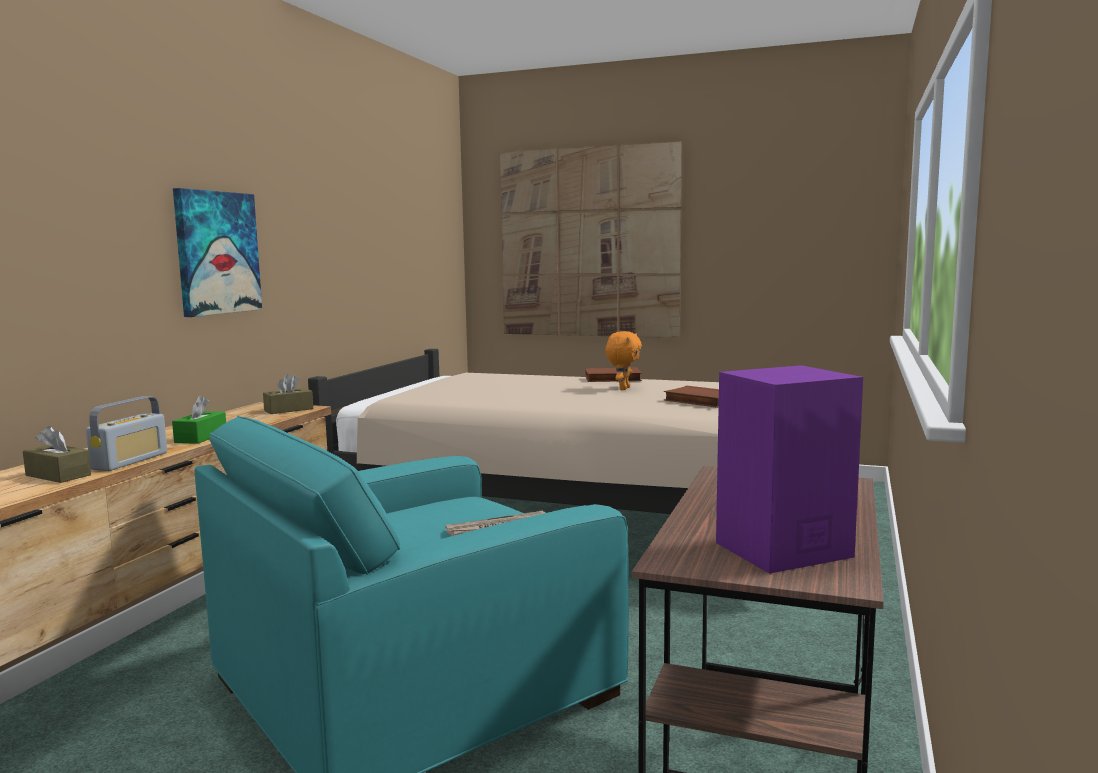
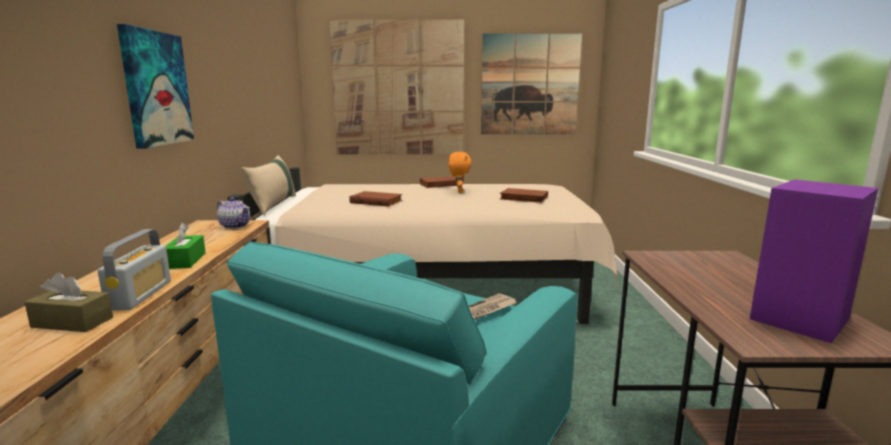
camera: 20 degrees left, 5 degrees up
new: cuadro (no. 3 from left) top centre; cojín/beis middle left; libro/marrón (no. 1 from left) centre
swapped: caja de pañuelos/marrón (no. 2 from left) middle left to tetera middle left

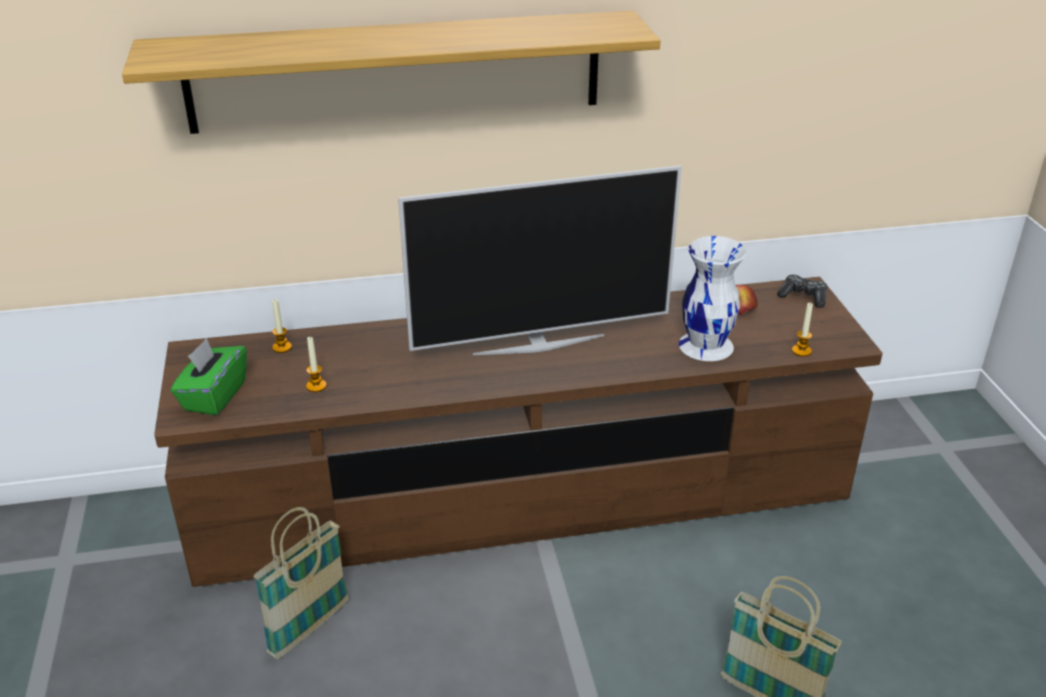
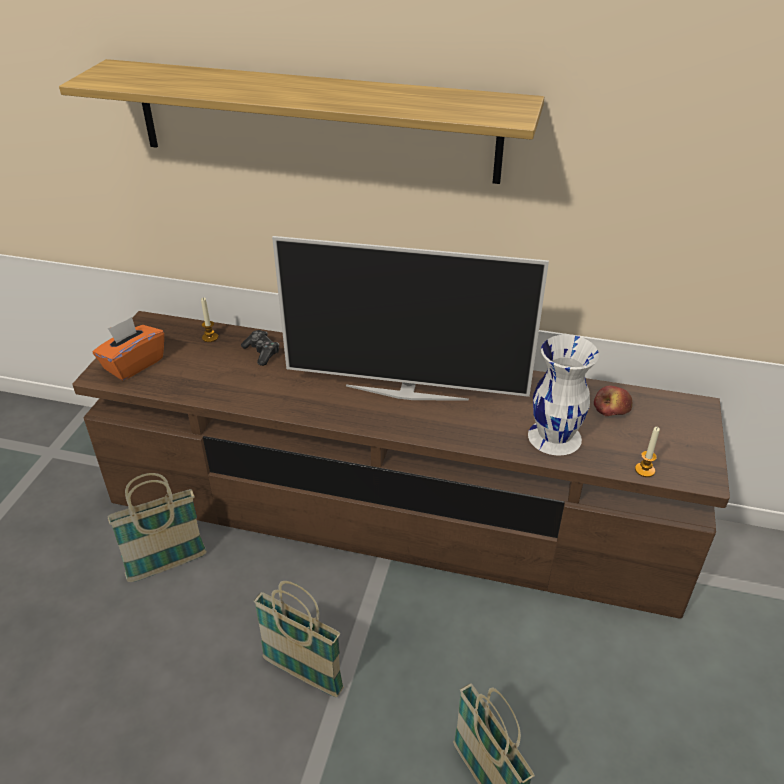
camera: 25 degrees right, 5 degrees up
gone: vela (no. 2 from left) middle left
new: cesta (no. 2 from left) bottom centre
shifted: mando de consola middle right to middle left
repainted: caja de pañuelos/verde middle left to caja de pañuelos/naranja middle left

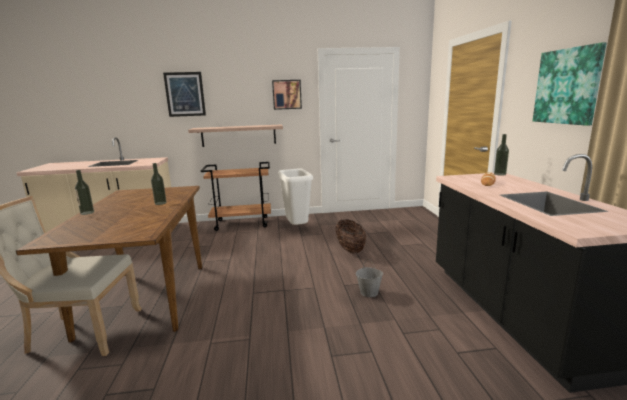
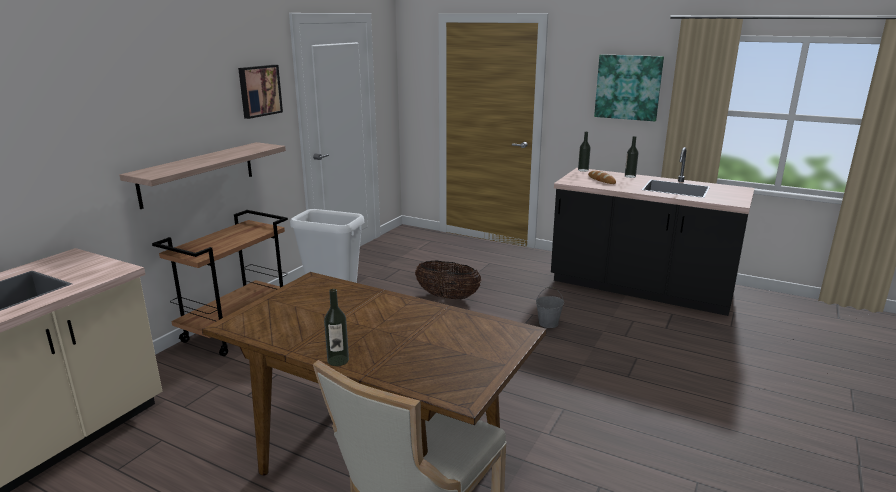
camera: 55 degrees left, 5 degrees up
gone: cuadro (no. 1 from left) top left
shifted: botella (no. 2 from left in the first image) middle left to botella (no. 3 from left) top right

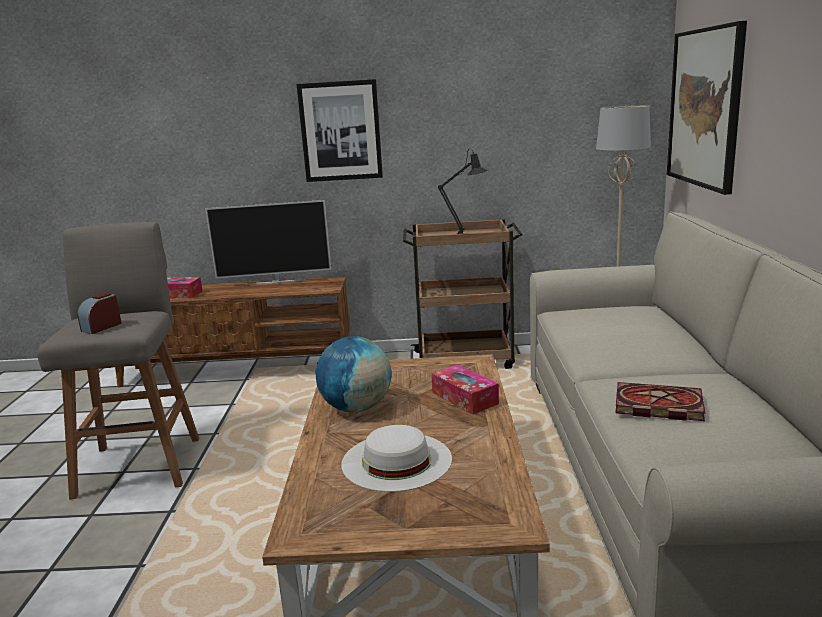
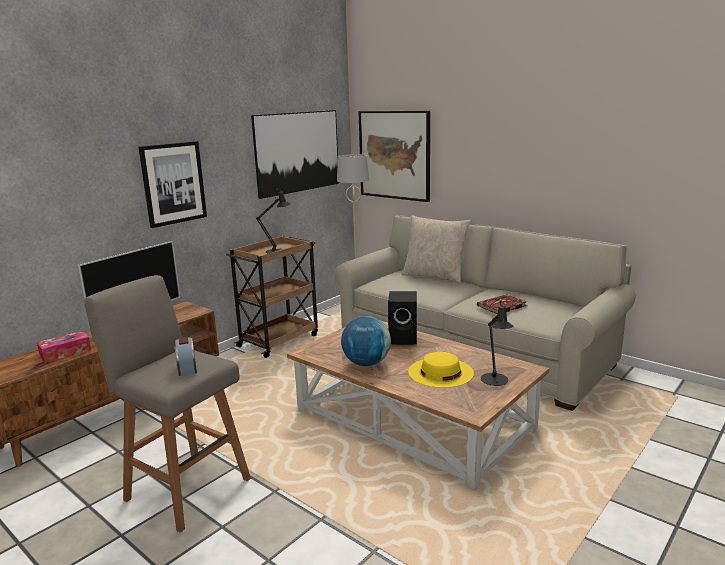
camera: 50 degrees left, 0 degrees up
new: cuadro (no. 2 from left) top centre; cojín/beis centre; lámpara de mesa/negro (no. 2 from left) middle right
swapped: caja de pañuelos (no. 2 from left) centre to altavoz/negro centre
repainted: sombrero/blanco bottom centre to sombrero/amarillo centre

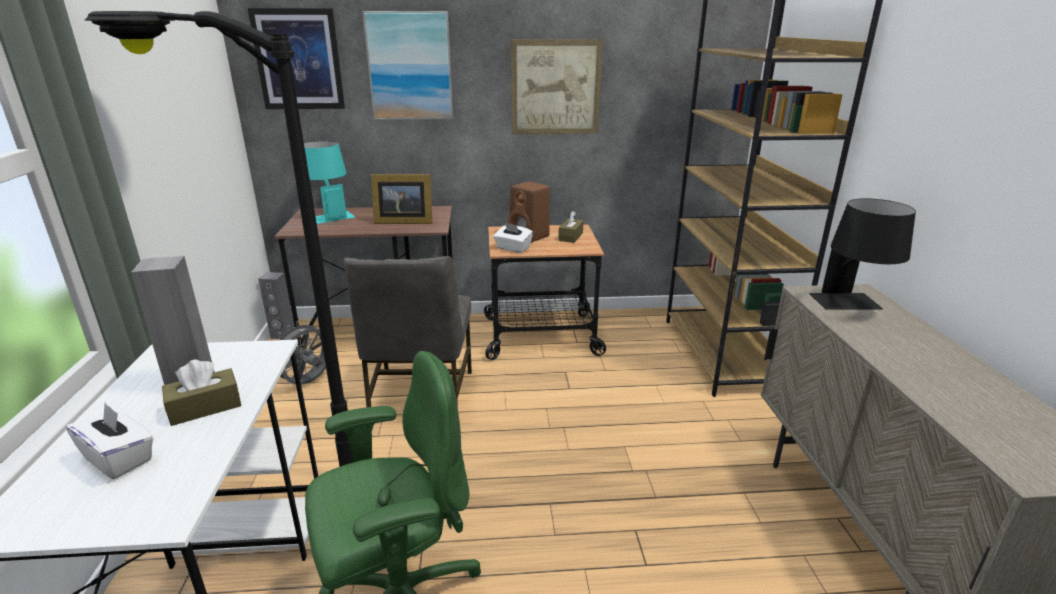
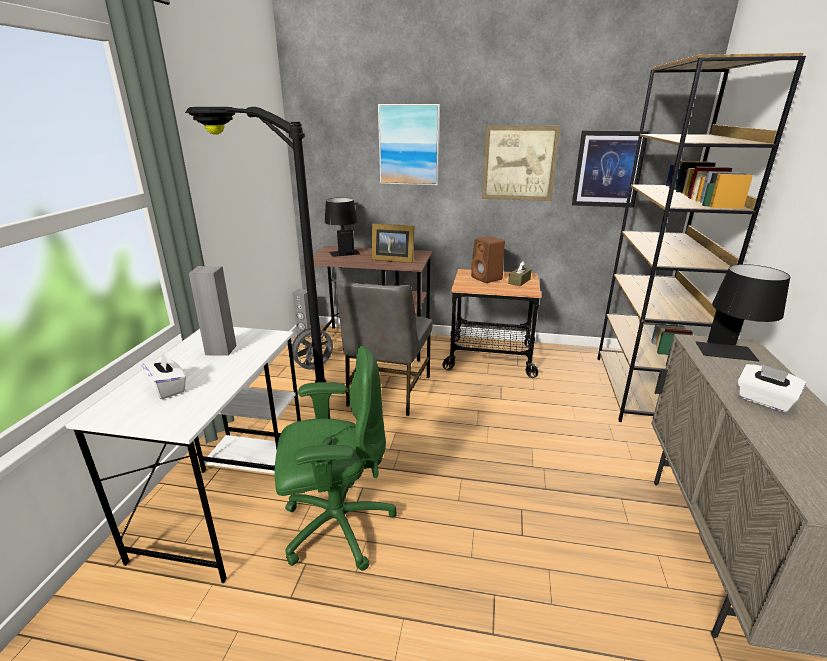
camera: 15 degrees right, 0 degrees up
gone: caja de pañuelos/marrón (no. 1 from left) middle left
shifted: cuadro (no. 1 from left in the first image) top left to cuadro (no. 3 from left) top right; caja de pañuelos/blanco (no. 2 from left) centre to middle right
repainted: lámpara de mesa/turquesa top left to lámpara de mesa/negro (no. 1 from left) centre

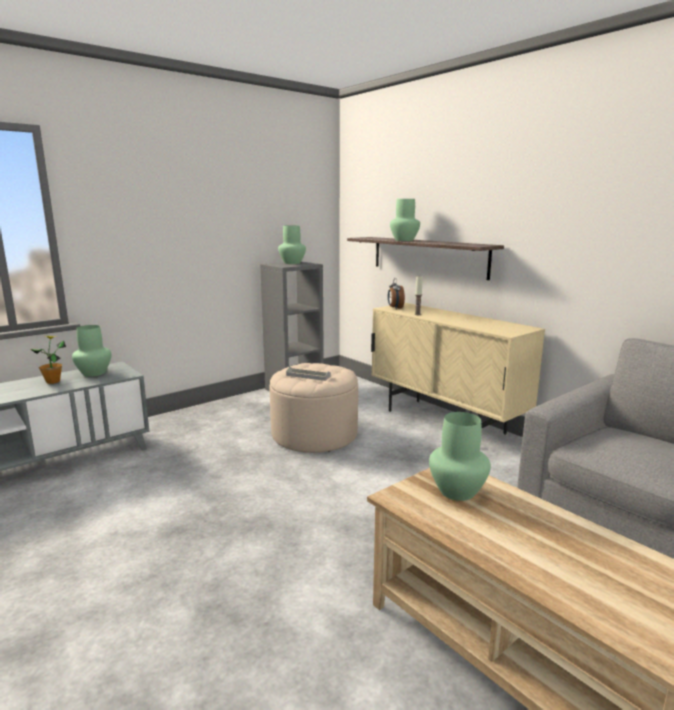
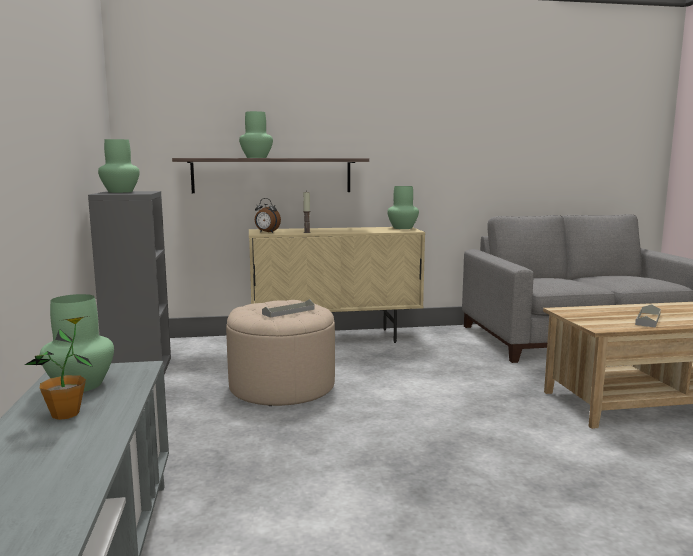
camera: 60 degrees left, 5 degrees down
new: bandeja/gris (no. 2 from left) middle right
shifted: florero/verde (no. 4 from left) middle right to centre

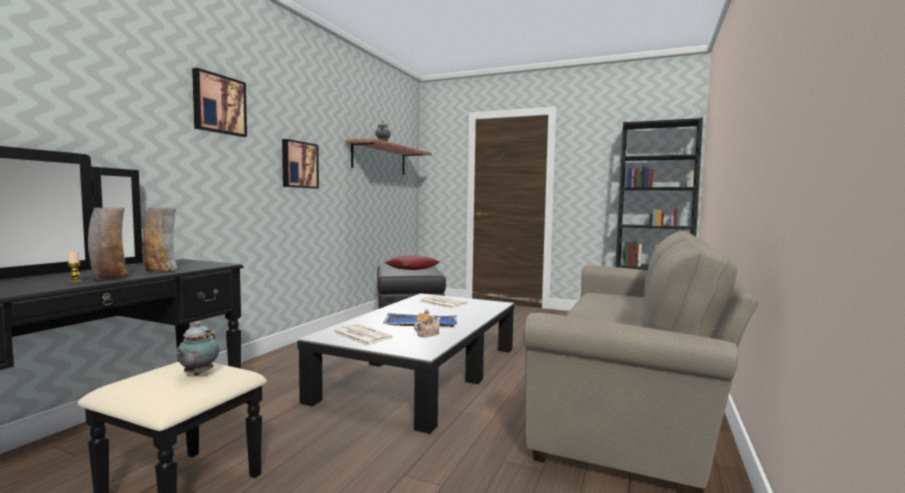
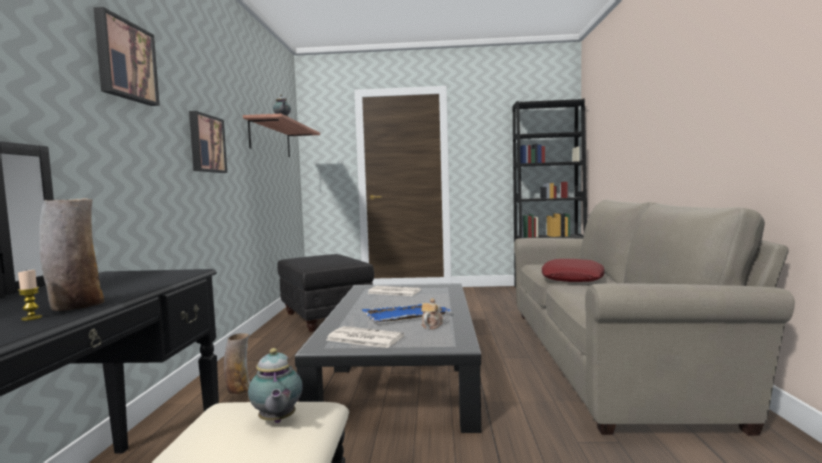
camera: 20 degrees left, 0 degrees up
shifted: florero (no. 2 from left) middle left to bottom left; cojín/rojo centre to middle right

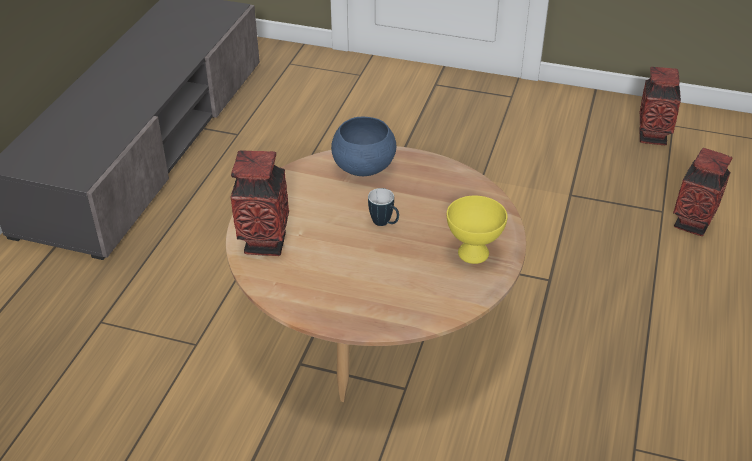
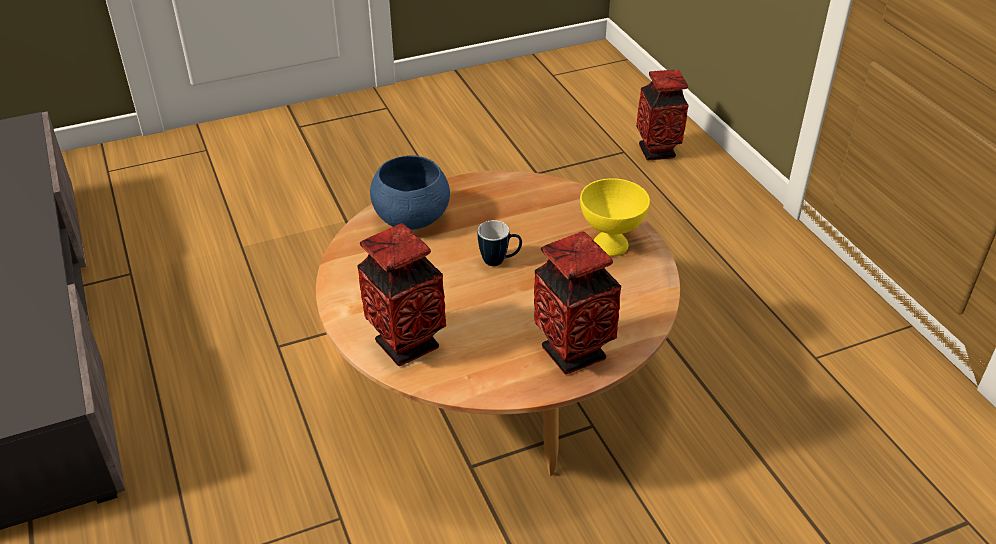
camera: 40 degrees left, 0 degrees up
shifted: florero (no. 2 from left) top right to centre

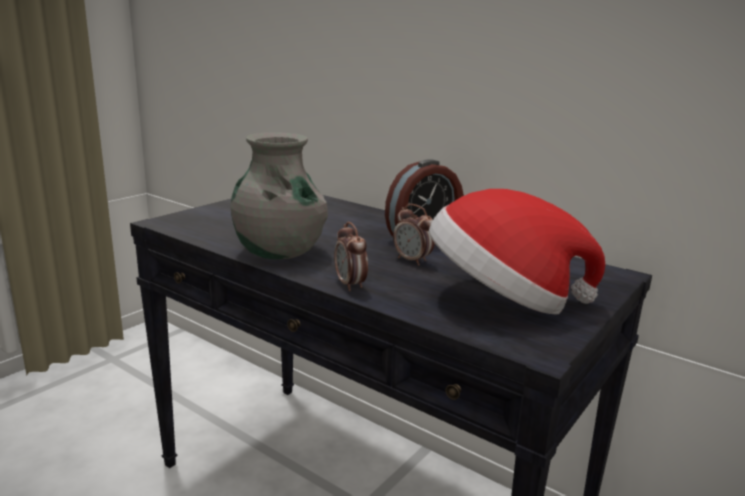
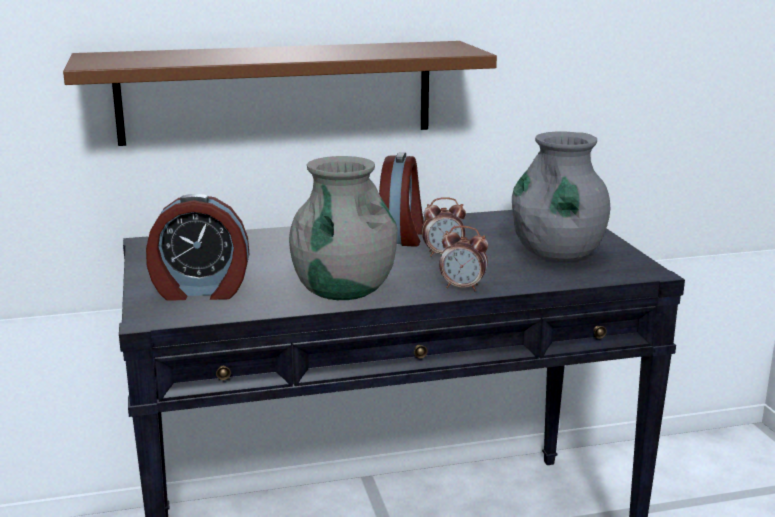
camera: 50 degrees left, 0 degrees up
new: estante/marrón top centre; despertador (no. 1 from left) middle left
swapped: sombrero middle right to florero/gris (no. 2 from left) middle right

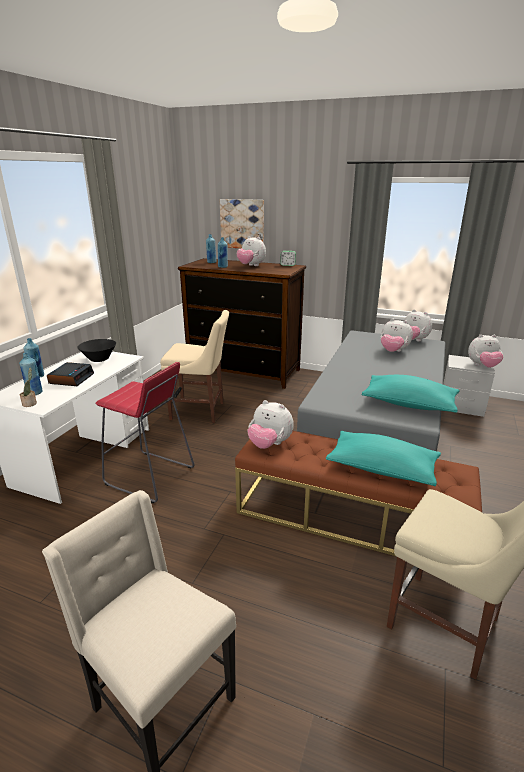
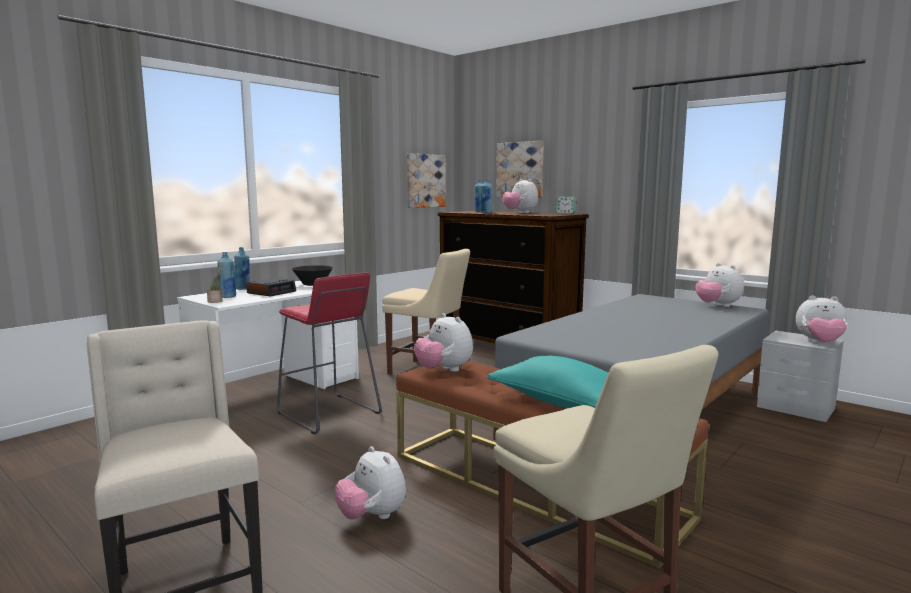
camera: 20 degrees right, 15 degrees down
gone: cojín/turquesa (no. 2 from left) middle right
new: cuadro (no. 1 from left) top centre
shifted: peluche (no. 3 from left in the first image) middle right to peluche (no. 1 from left) bottom centre

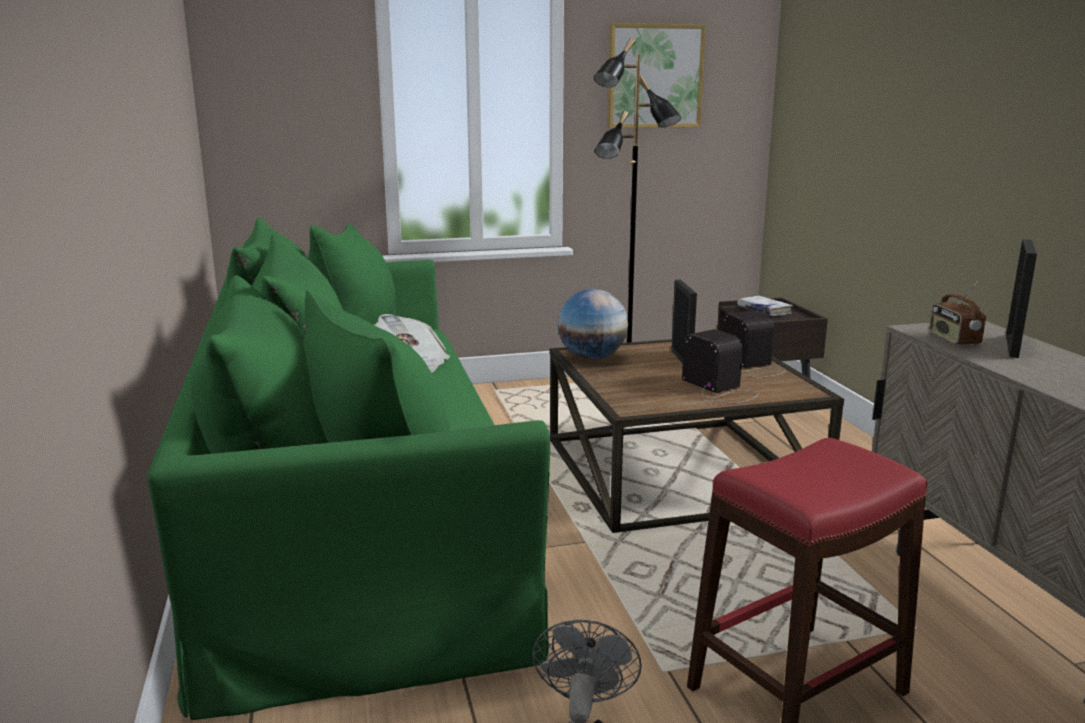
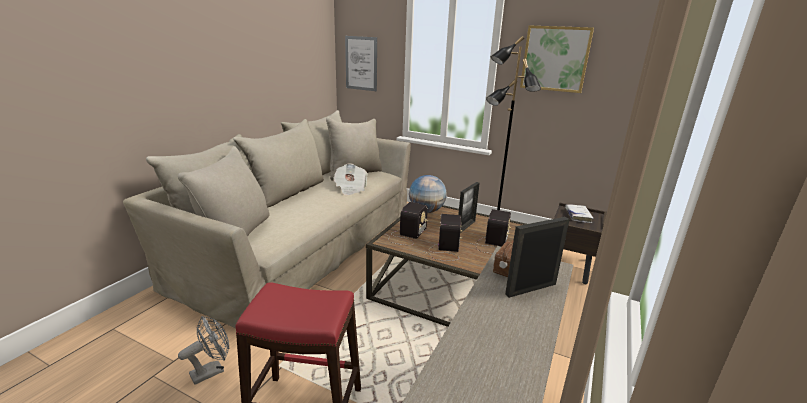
camera: 40 degrees right, 5 degrees up
new: cuadro (no. 1 from left) top centre; radio (no. 1 from left) centre
repainted: sofá/verde middle left to sofá/beis middle left

